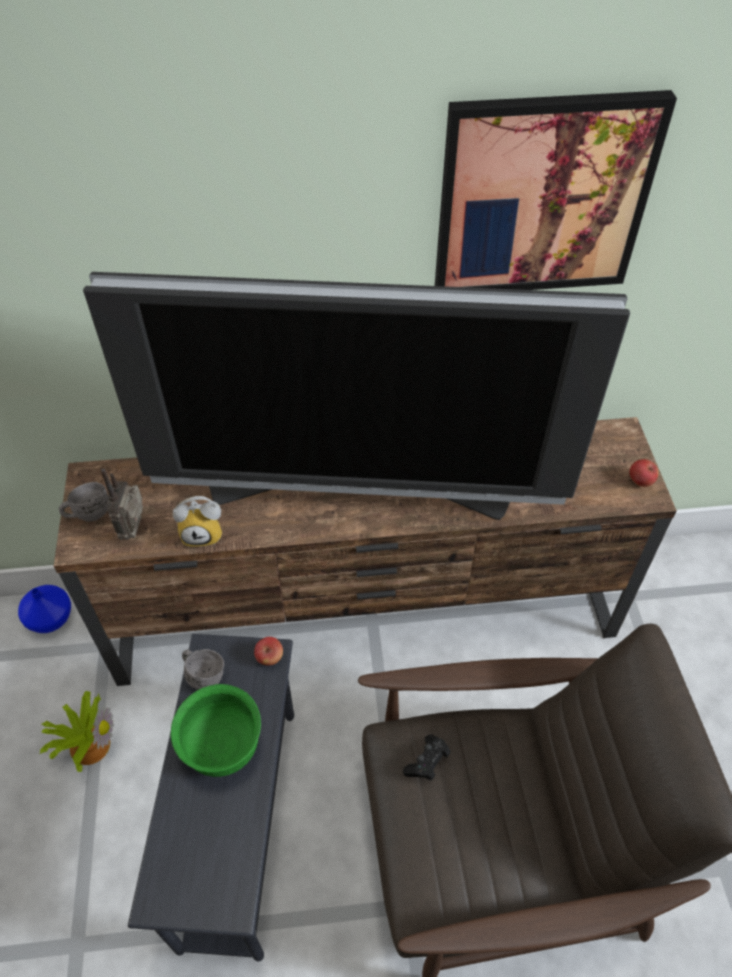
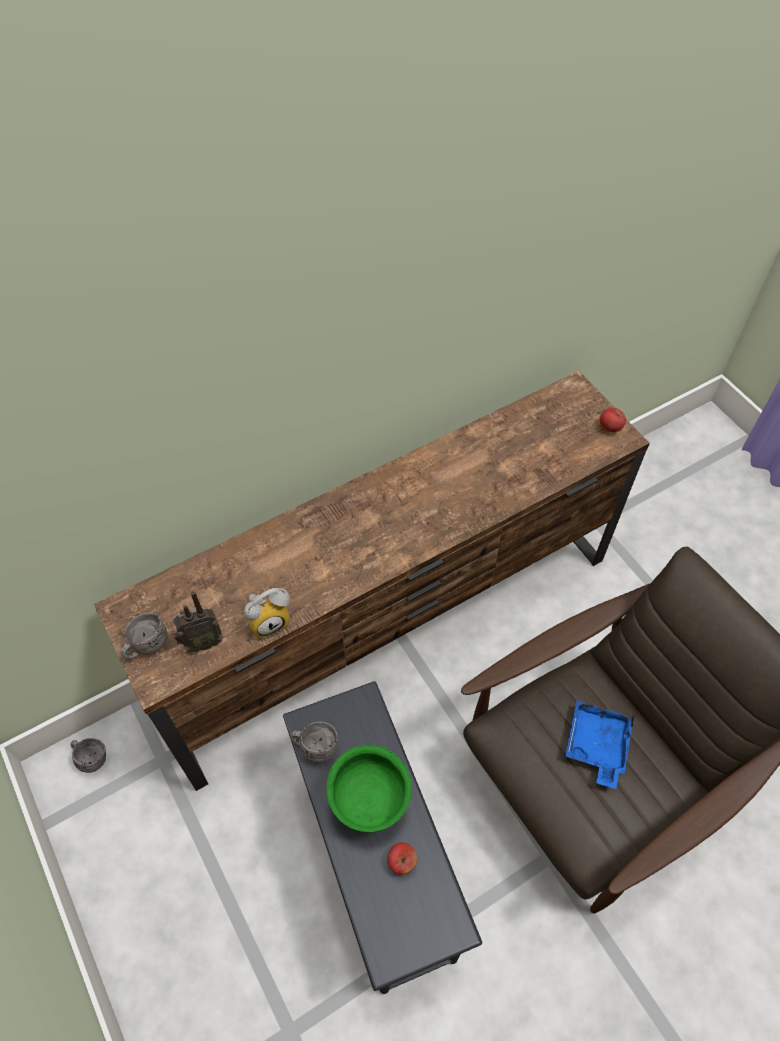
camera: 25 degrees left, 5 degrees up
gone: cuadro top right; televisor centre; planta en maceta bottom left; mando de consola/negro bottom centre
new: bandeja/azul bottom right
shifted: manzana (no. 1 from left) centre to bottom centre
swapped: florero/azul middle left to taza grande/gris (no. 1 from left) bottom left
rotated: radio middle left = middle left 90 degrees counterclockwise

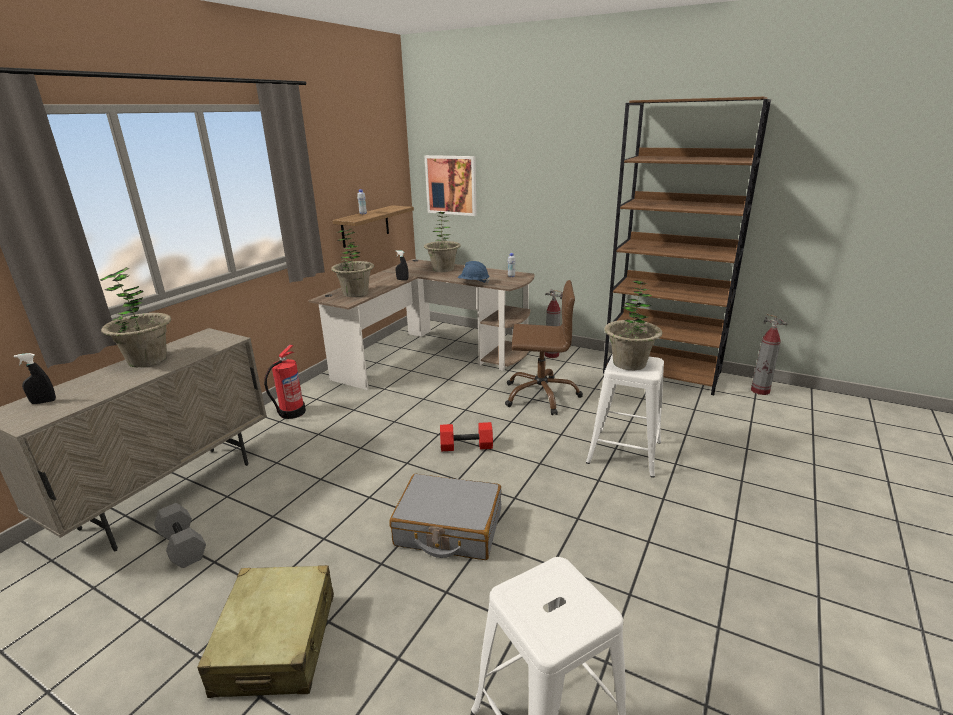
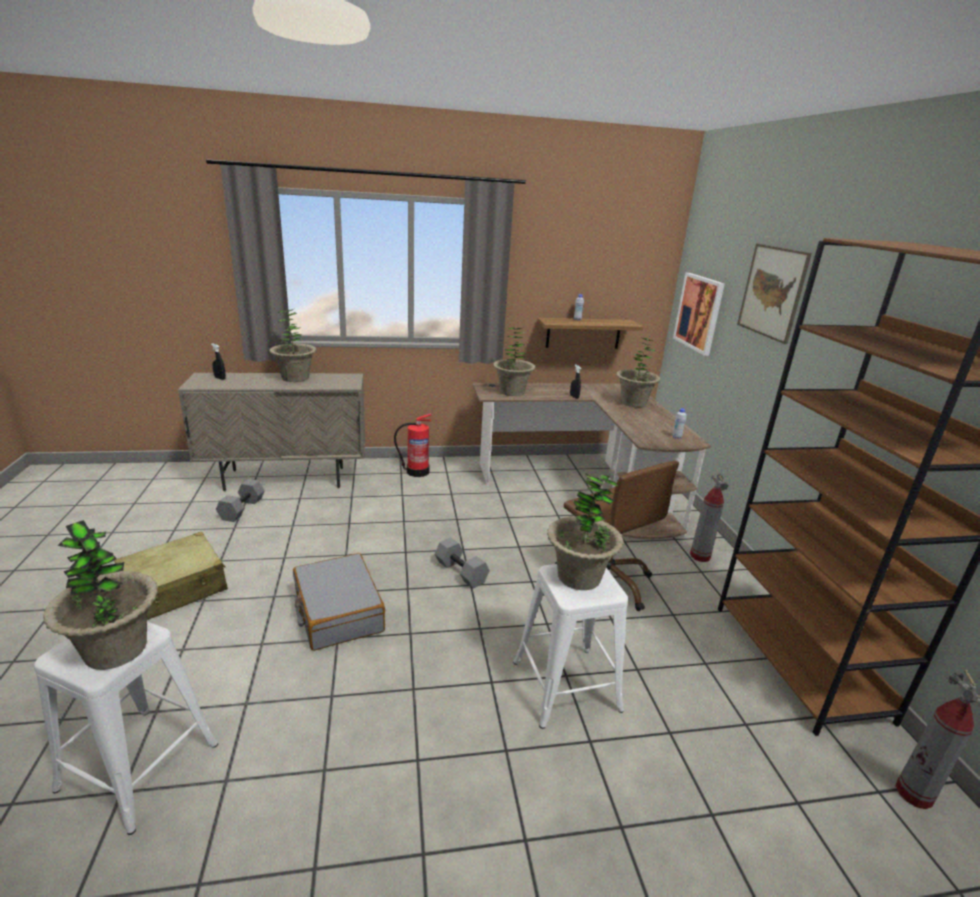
camera: 50 degrees right, 0 degrees up
gone: casco/azul centre
new: cuadro (no. 2 from left) top right; planta en maceta (no. 1 from left) middle left
repainted: mancuerna/rojo centre to mancuerna/gris (no. 2 from left) centre

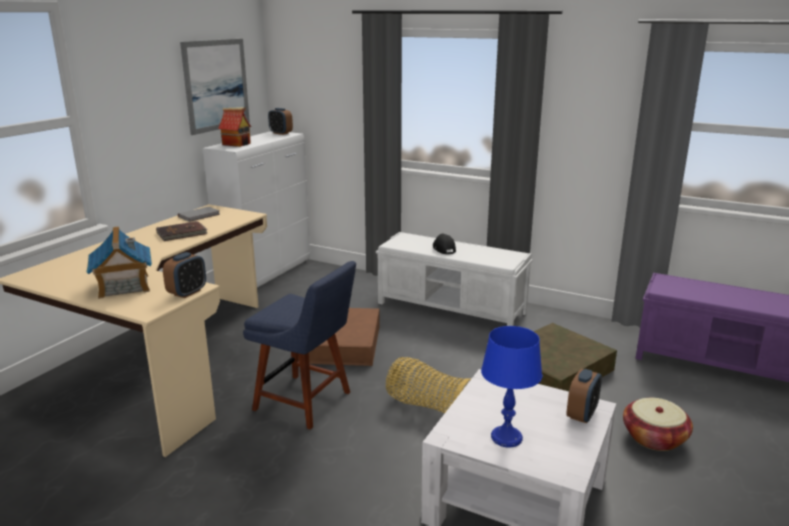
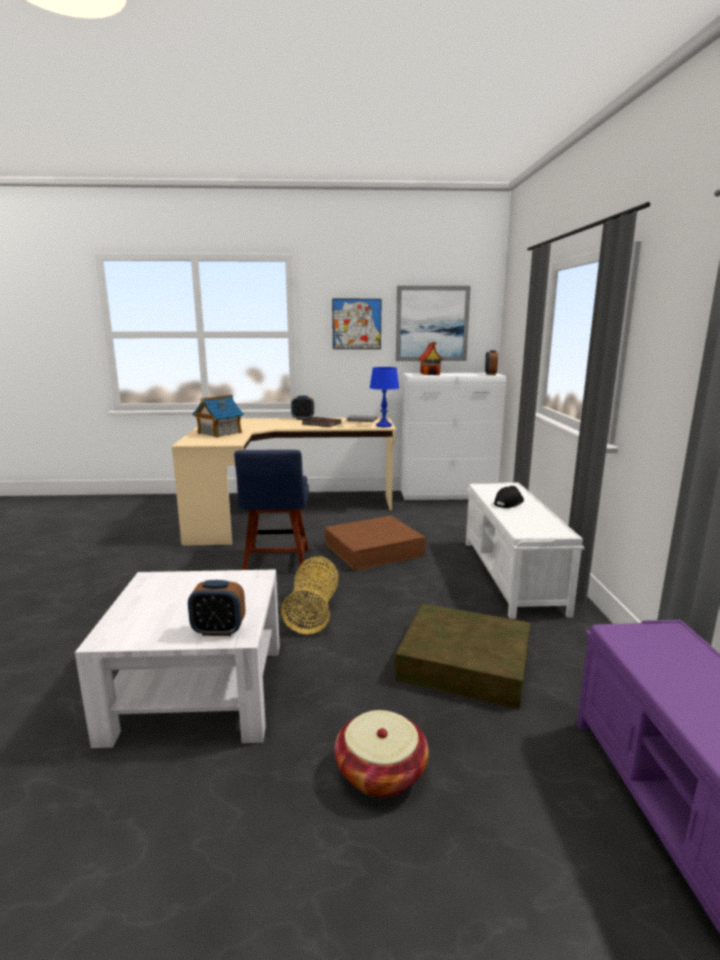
camera: 60 degrees right, 5 degrees down
new: cuadro (no. 1 from left) centre
shifted: despertador (no. 1 from left in the first image) middle left to despertador (no. 2 from left) centre; lámpara de mesa/azul bottom centre to centre

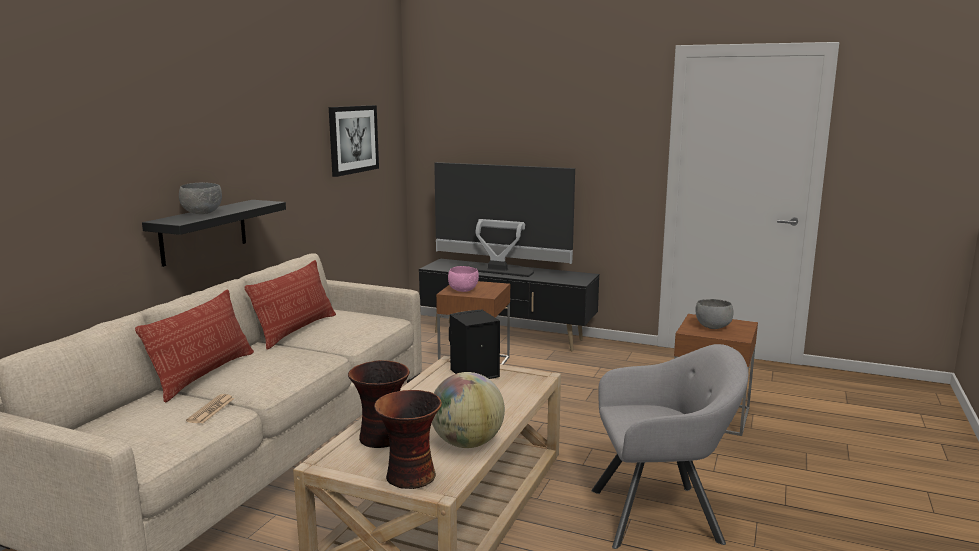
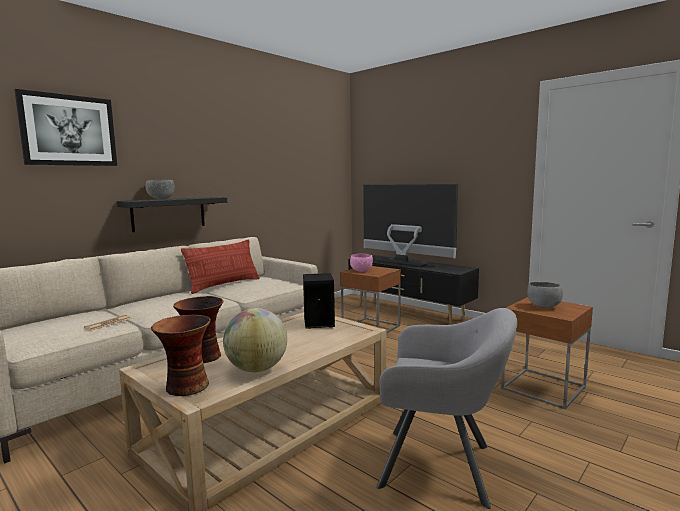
camera: 20 degrees right, 5 degrees down
gone: cojín (no. 1 from left) middle left
shifted: cuadro top centre to top left

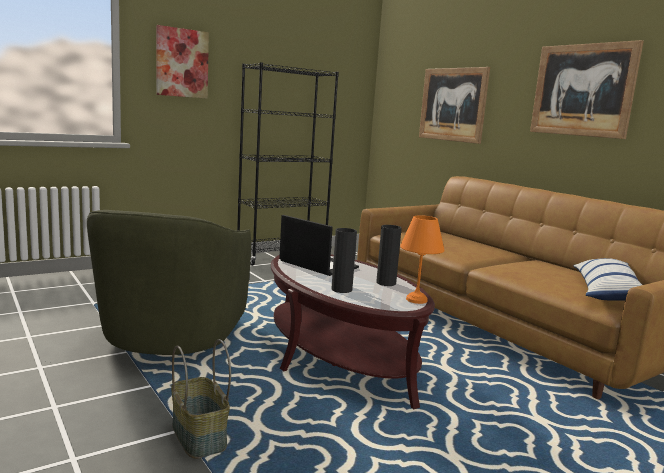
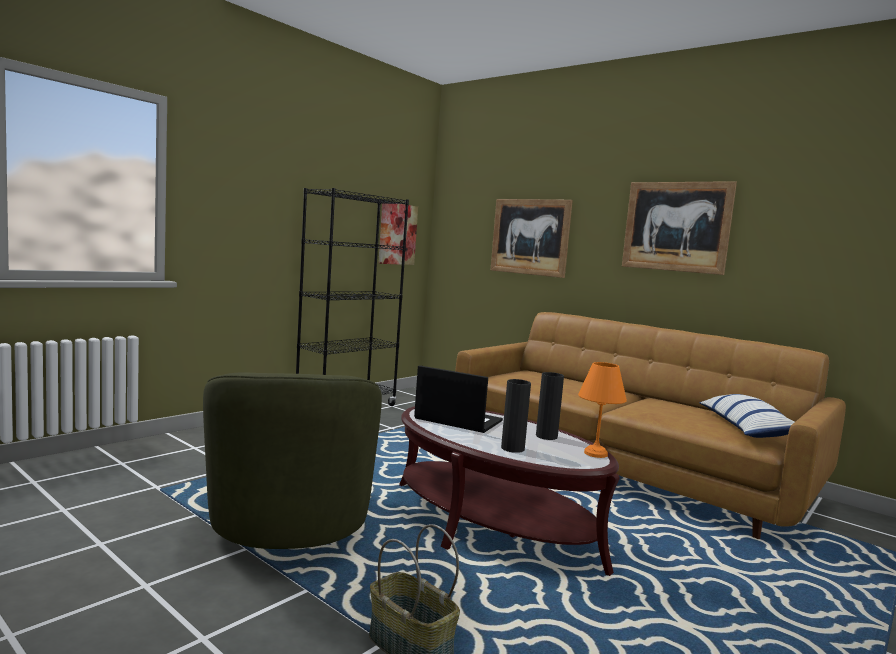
camera: 15 degrees left, 5 degrees down
shifted: cuadro (no. 1 from left) top left to centre

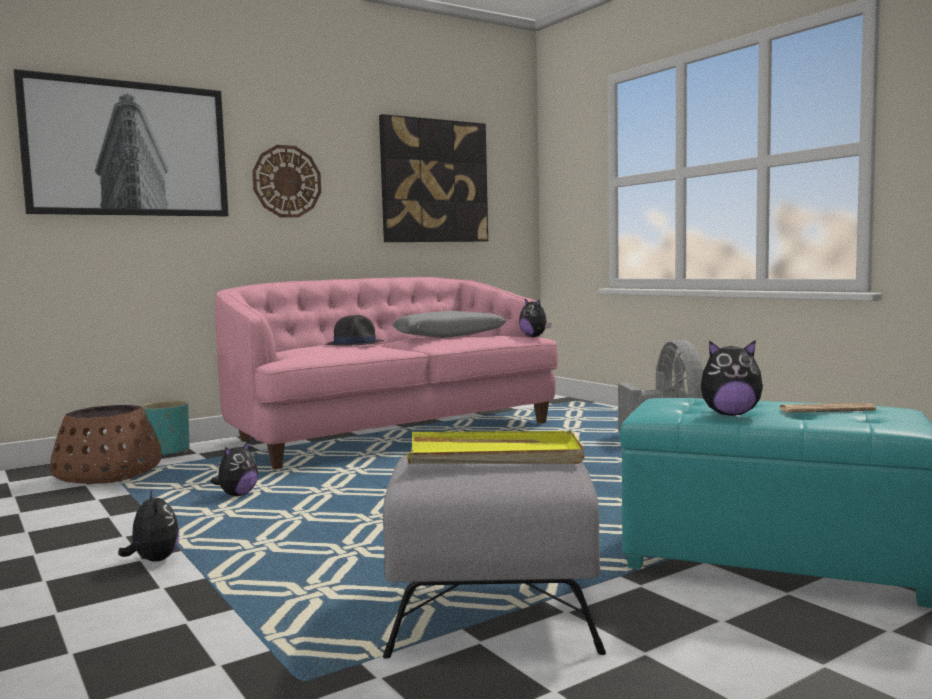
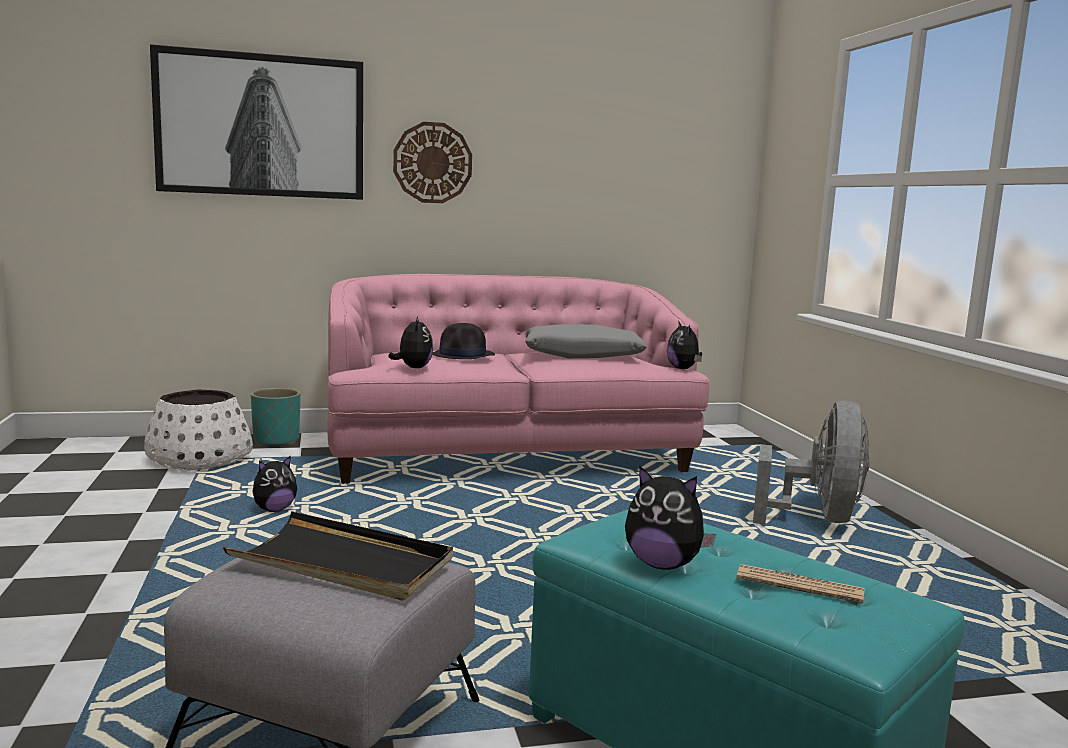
camera: 20 degrees right, 5 degrees up
gone: cuadro (no. 2 from left) top centre
shifted: peluche (no. 1 from left in the first image) bottom left to peluche (no. 2 from left) centre
repainted: maceta/marrón middle left to maceta/blanco middle left; bandeja/amarillo centre to bandeja/negro bottom left

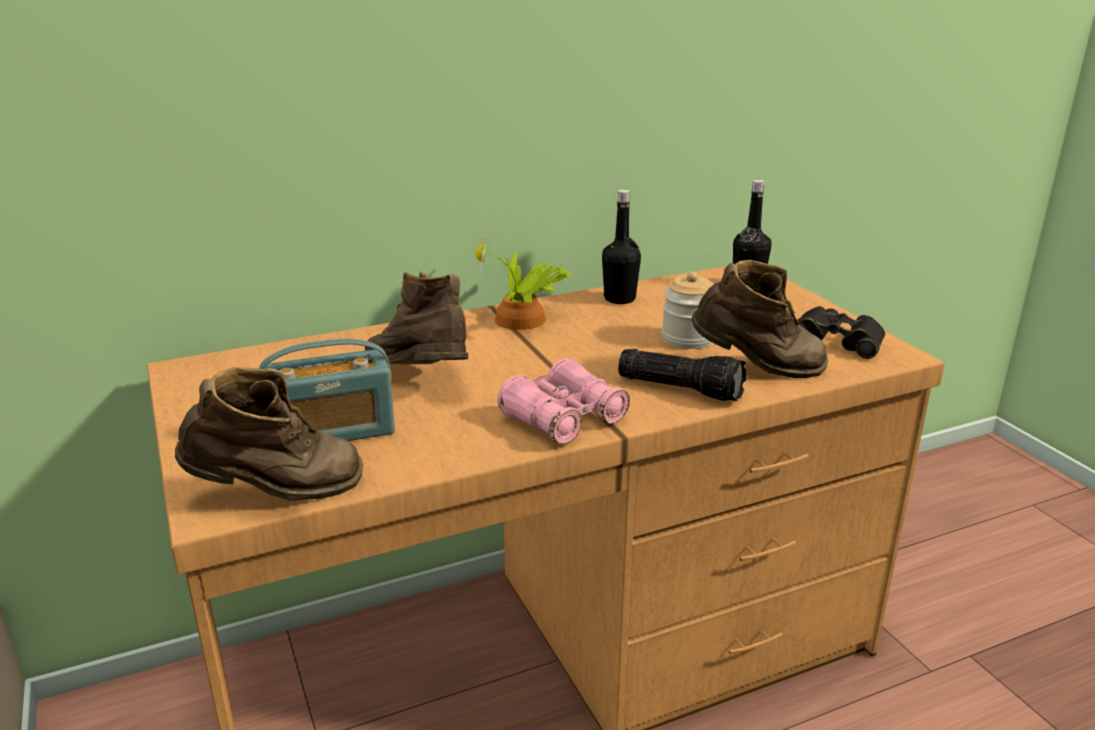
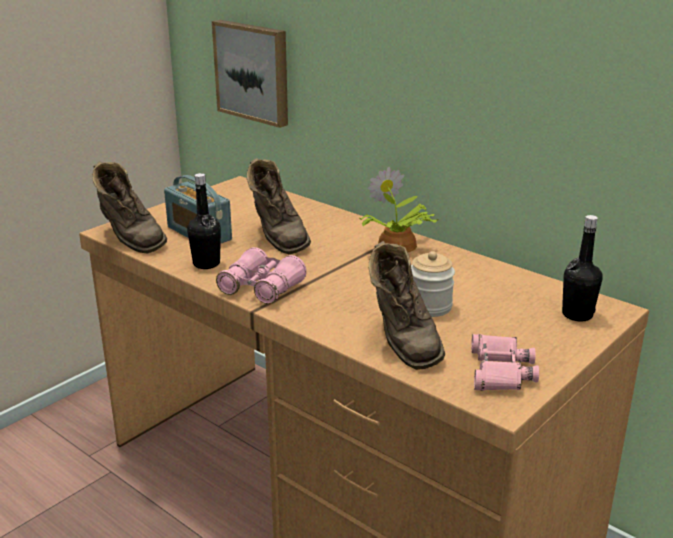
camera: 65 degrees right, 0 degrees up
gone: linterna centre
new: cuadro top centre
shifted: botella/negro (no. 1 from left) centre to middle left
repainted: prismáticos/negro middle right to prismáticos/rosa (no. 2 from left) bottom right
rotated: bota/marrón (no. 2 from left) centre = centre 135 degrees clockwise

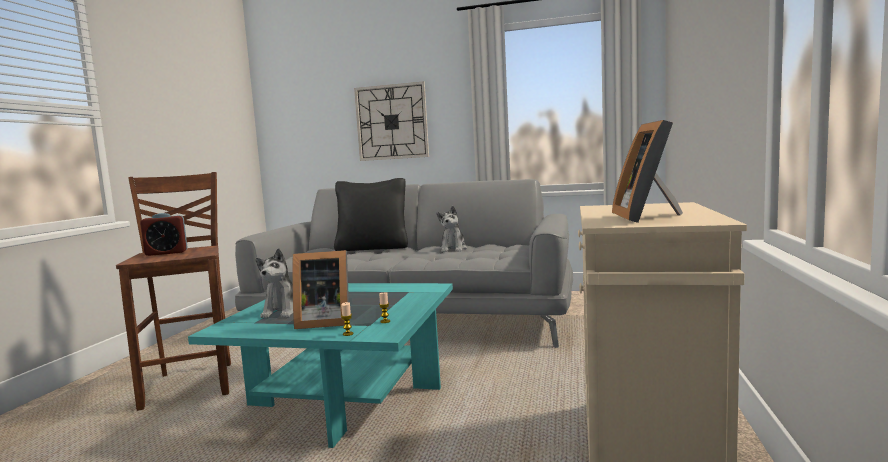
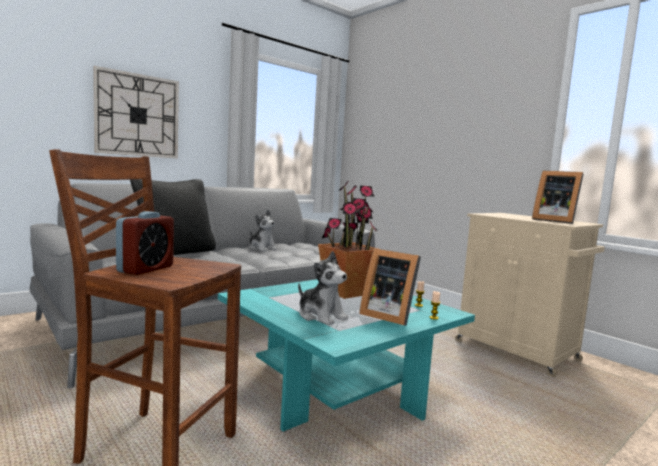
camera: 55 degrees left, 0 degrees up
new: planta en maceta centre
rotated: portarretratos (no. 1 from left) centre = centre 90 degrees clockwise

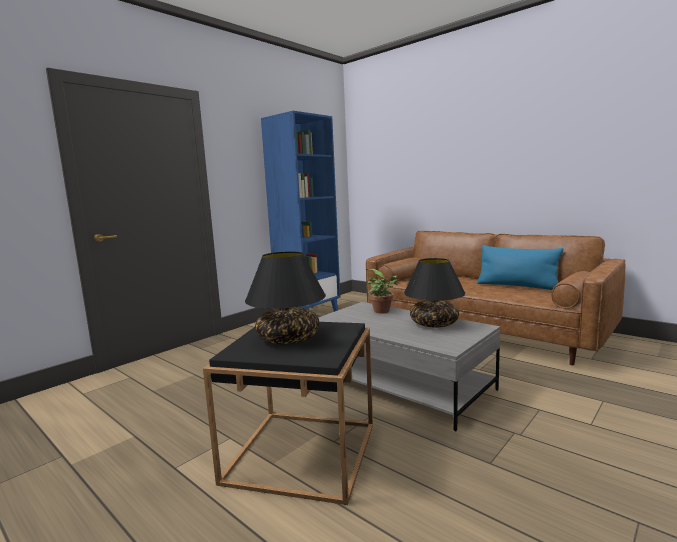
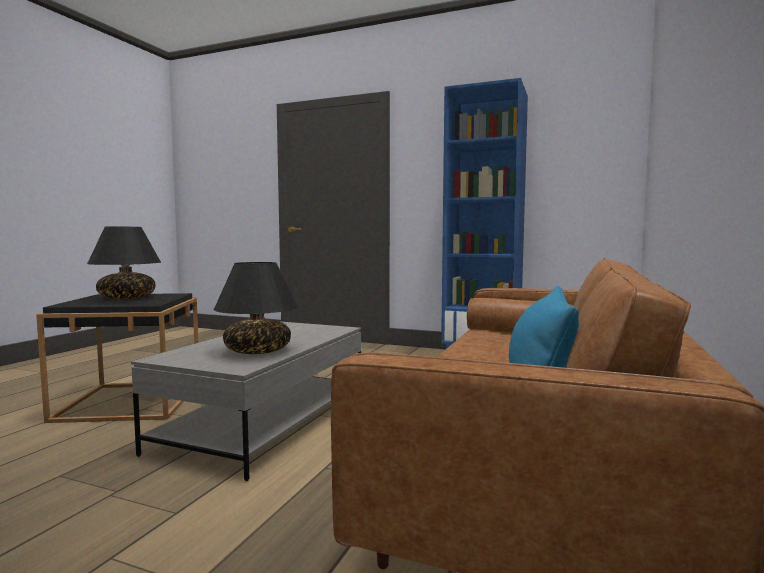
camera: 70 degrees right, 5 degrees down
gone: planta en maceta centre

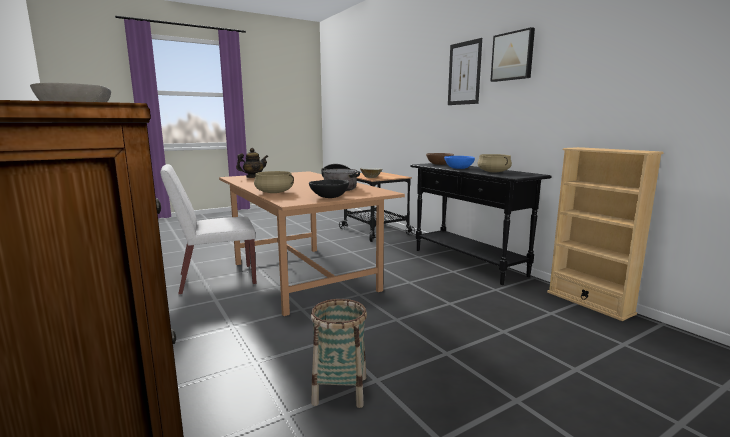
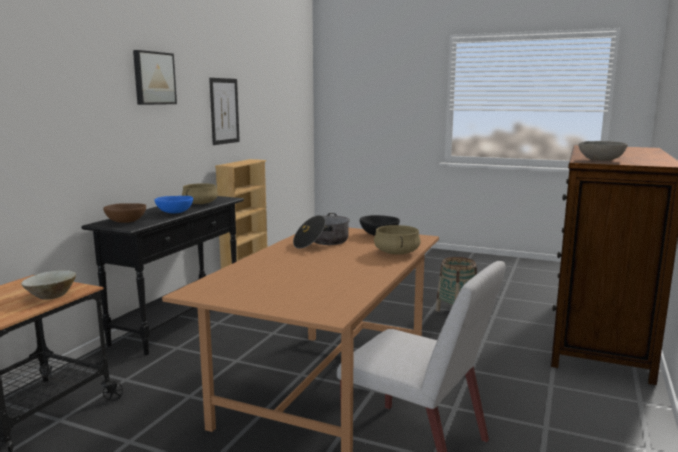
camera: 125 degrees left, 0 degrees up
gone: tetera centre
shifted: cuadro (no. 1 from left in the first image) top centre to cuadro (no. 2 from left) top left

